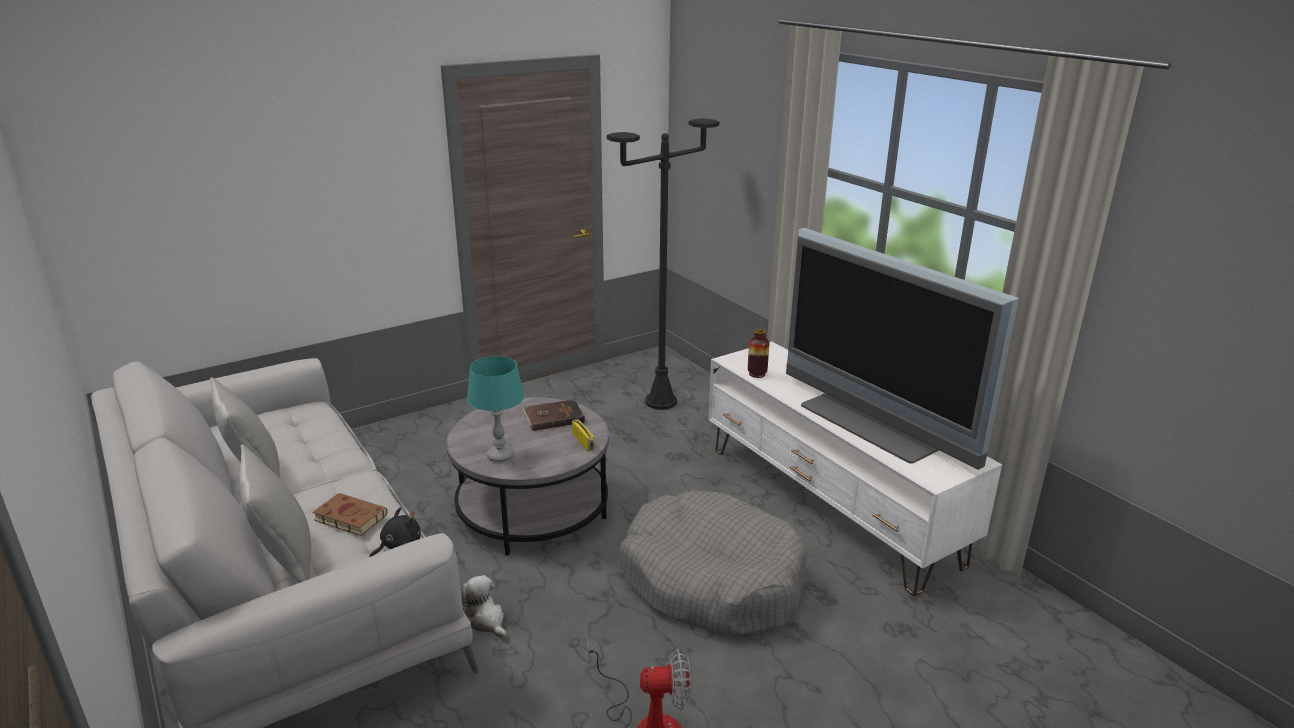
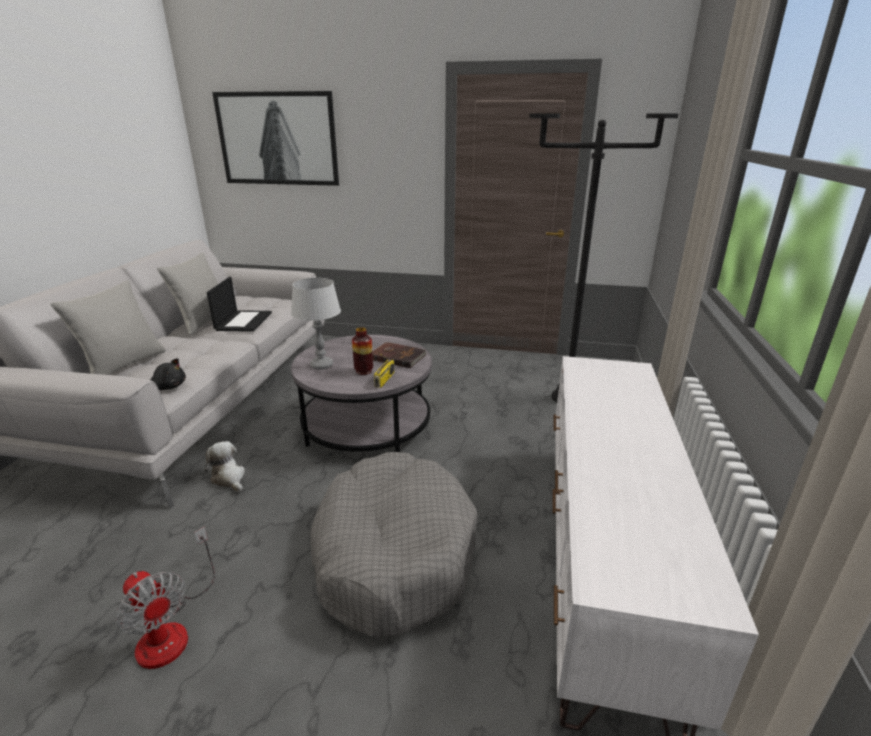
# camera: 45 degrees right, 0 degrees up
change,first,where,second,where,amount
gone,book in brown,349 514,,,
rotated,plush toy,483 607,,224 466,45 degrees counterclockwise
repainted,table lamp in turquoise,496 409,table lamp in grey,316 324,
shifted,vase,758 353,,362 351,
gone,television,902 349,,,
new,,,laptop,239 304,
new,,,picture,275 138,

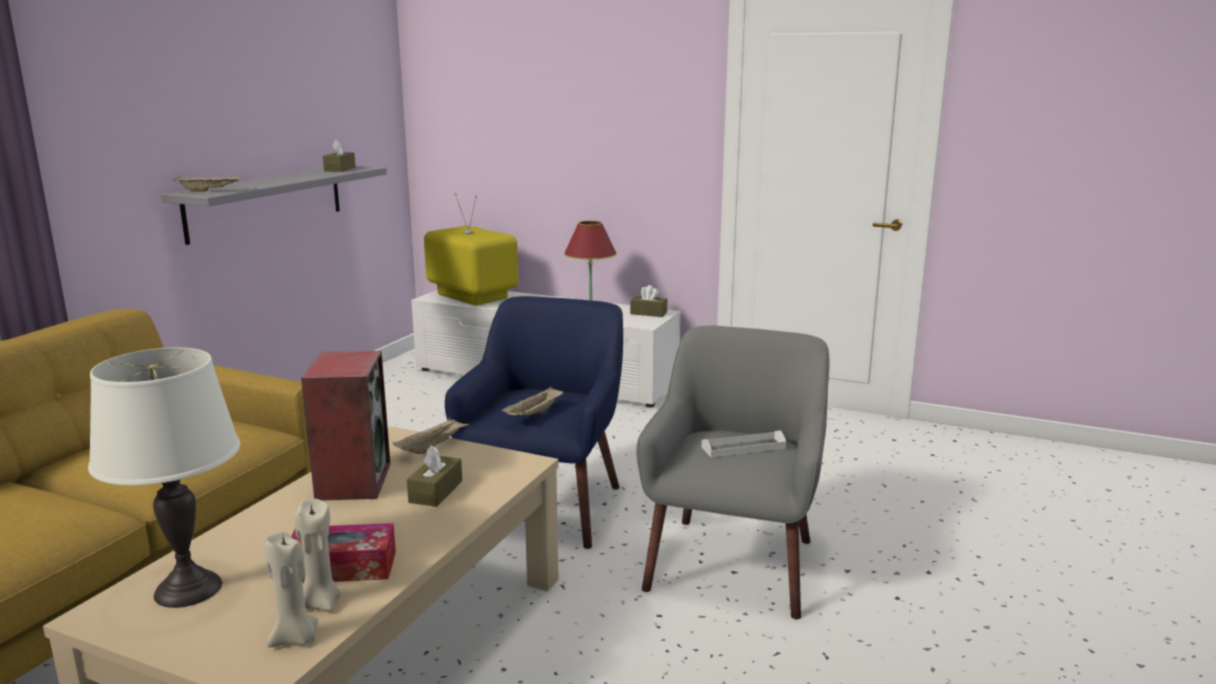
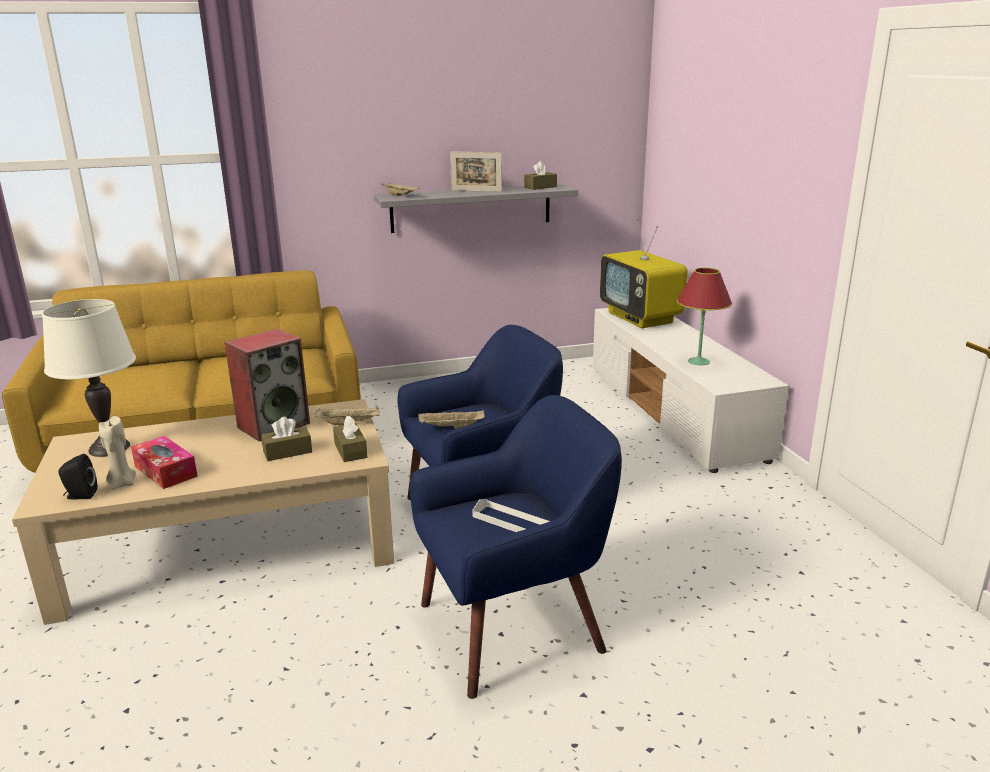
# camera: 50 degrees right, 5 degrees up
change,first,where,second,where,amount
swapped,candle in beige,291 589,speaker in black,77 476,
rotated,television,471 249,,644 274,150 degrees clockwise
shifted,tissue box in brown,648 301,,350 439,
repainted,armchair in grey,732 472,armchair in blue,516 547,
new,,,picture frame,476 171,

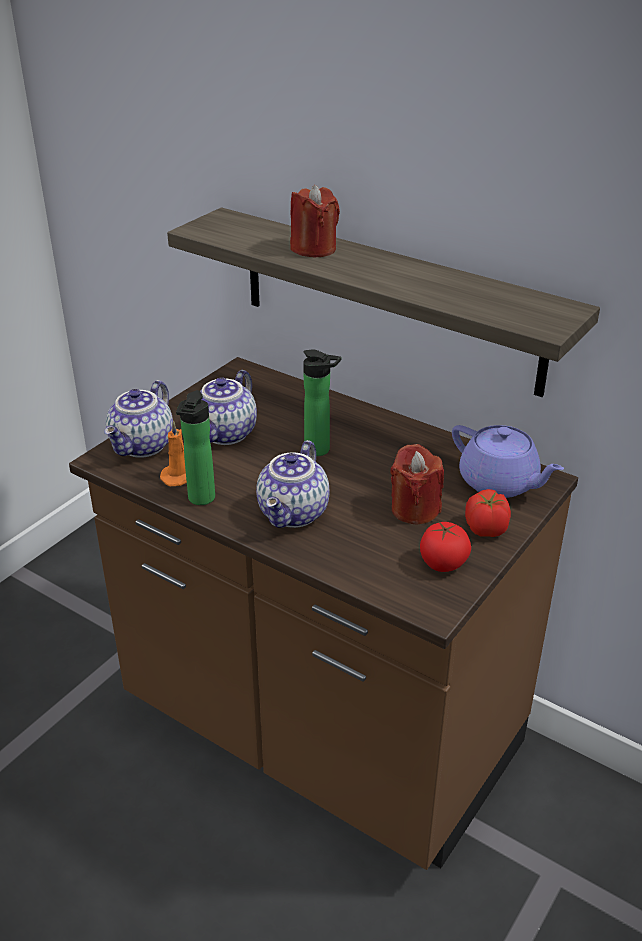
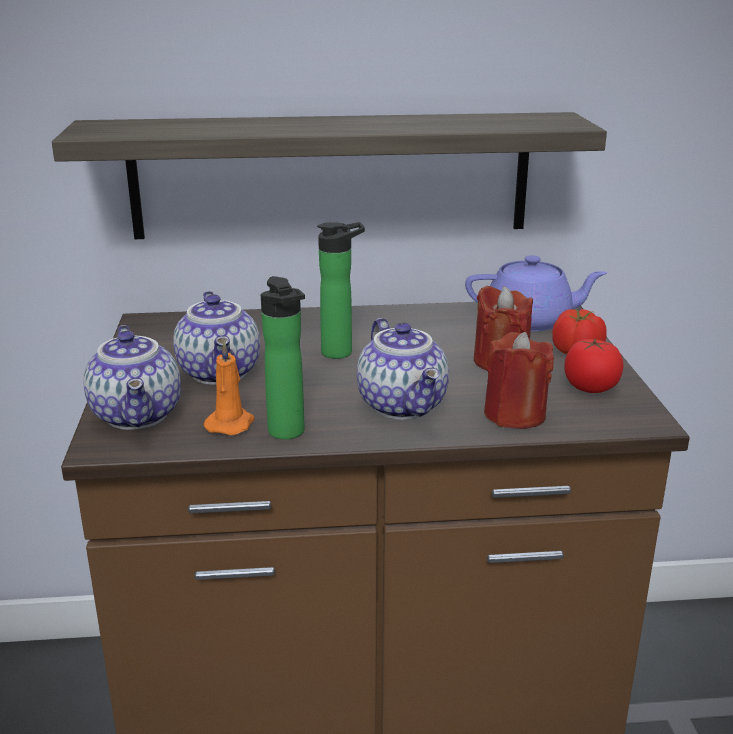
# camera: 40 degrees left, 10 degrees down
change,first,where,second,where,amount
shifted,candle in red,315 221,,519 380,

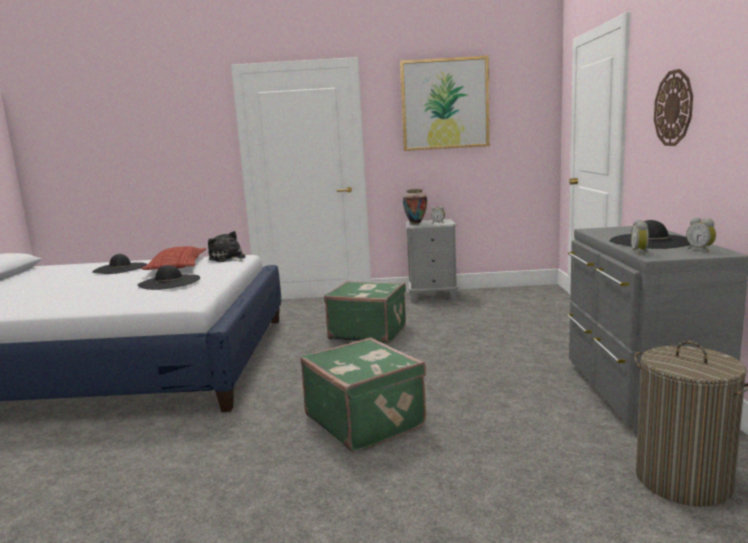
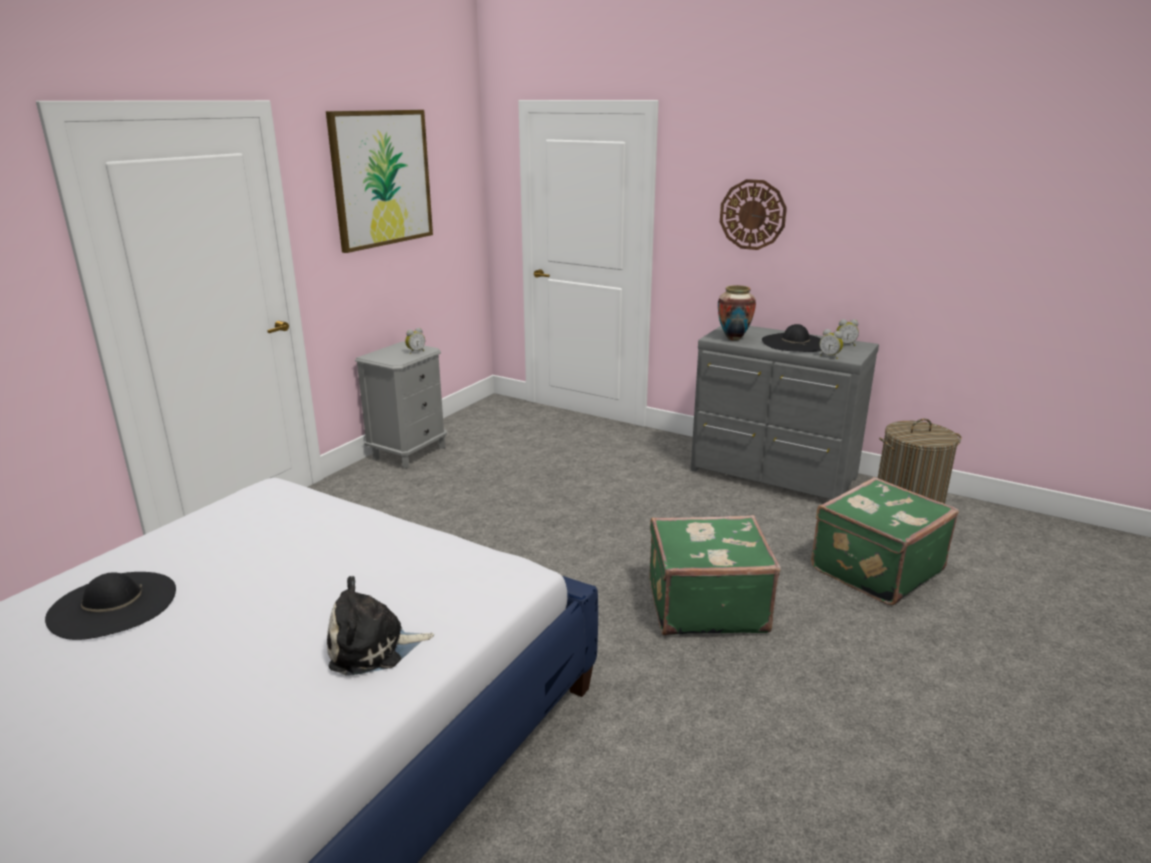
# camera: 60 degrees left, 10 degrees up
change,first,where,second,where,amount
gone,hat in black,168 277,,,
gone,pillow,174 258,,,
shifted,plush toy,226 246,,380 625,
shifted,suitcase in green,365 312,,885 541,
shifted,vase,415 206,,737 313,

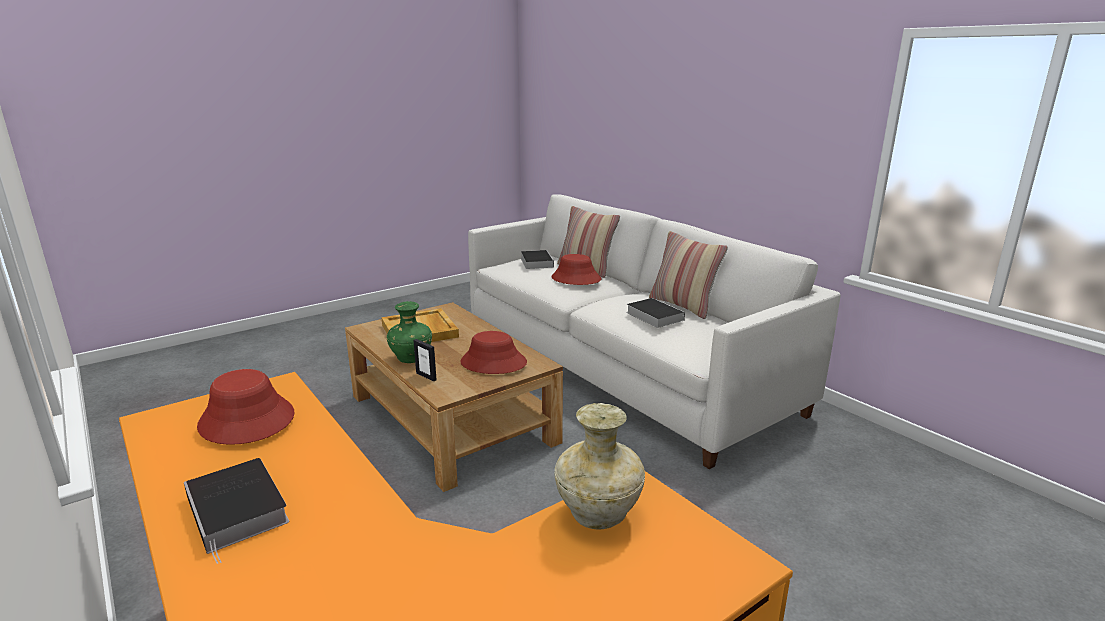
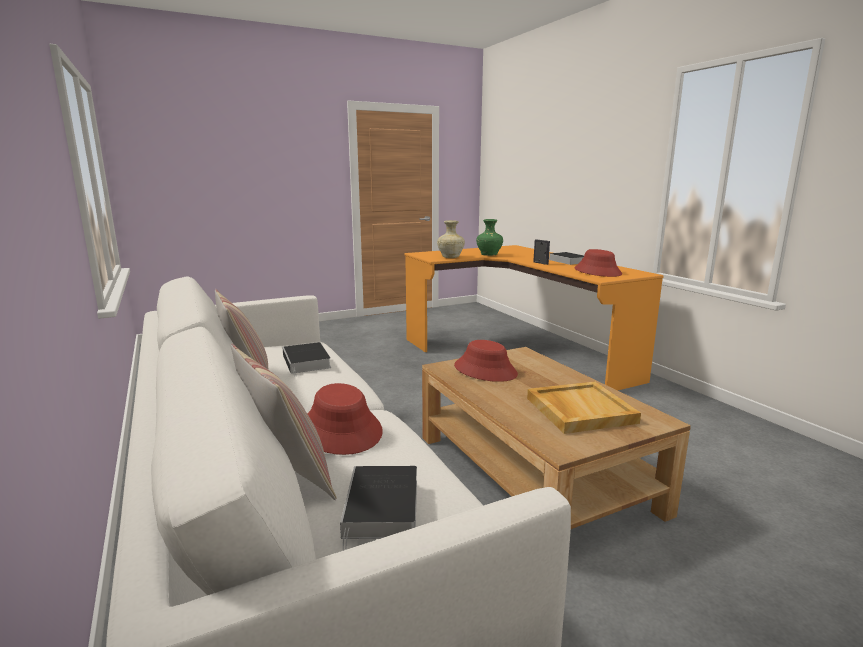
# camera: 170 degrees left, 5 degrees down
change,first,where,second,where,amount
shifted,vase in green,409 332,,489 237,
shifted,picture frame,425 360,,541 252,

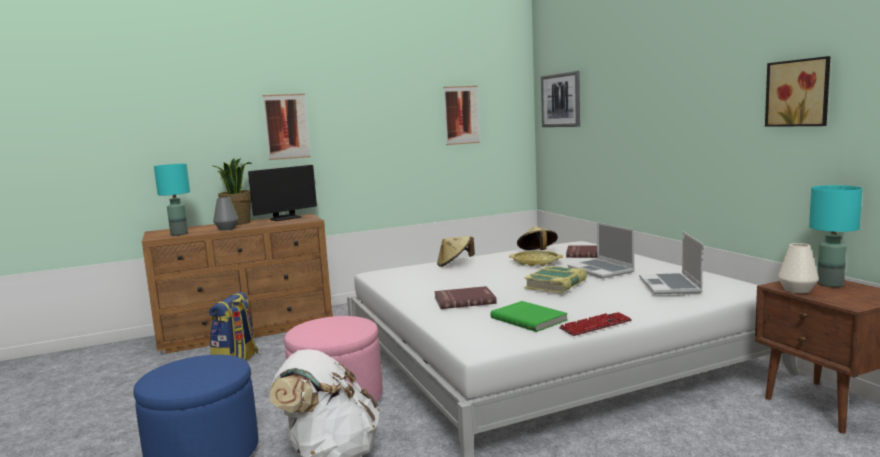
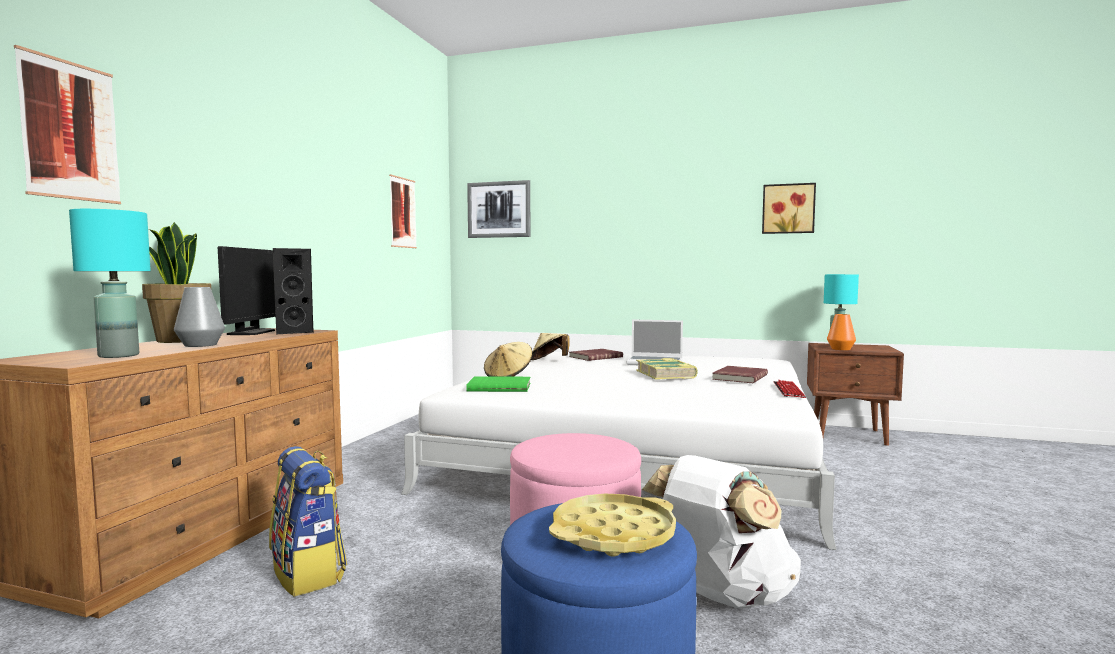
# camera: 50 degrees left, 5 degrees down
change,first,where,second,where,amount
shifted,picture,286 127,,67 124,
shifted,book in red,465 297,,740 374,
shifted,book in green,529 316,,498 384,
shifted,tray in yellow,536 258,,612 525,
gone,laptop,671 263,,,
repainted,vase in white,798 268,vase in orange,841 332,
new,,,speaker in black,293 291,

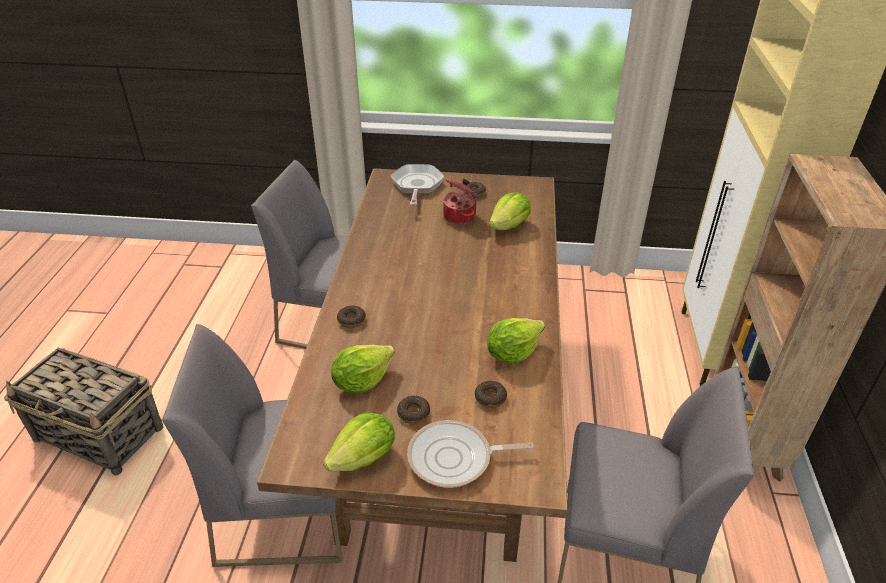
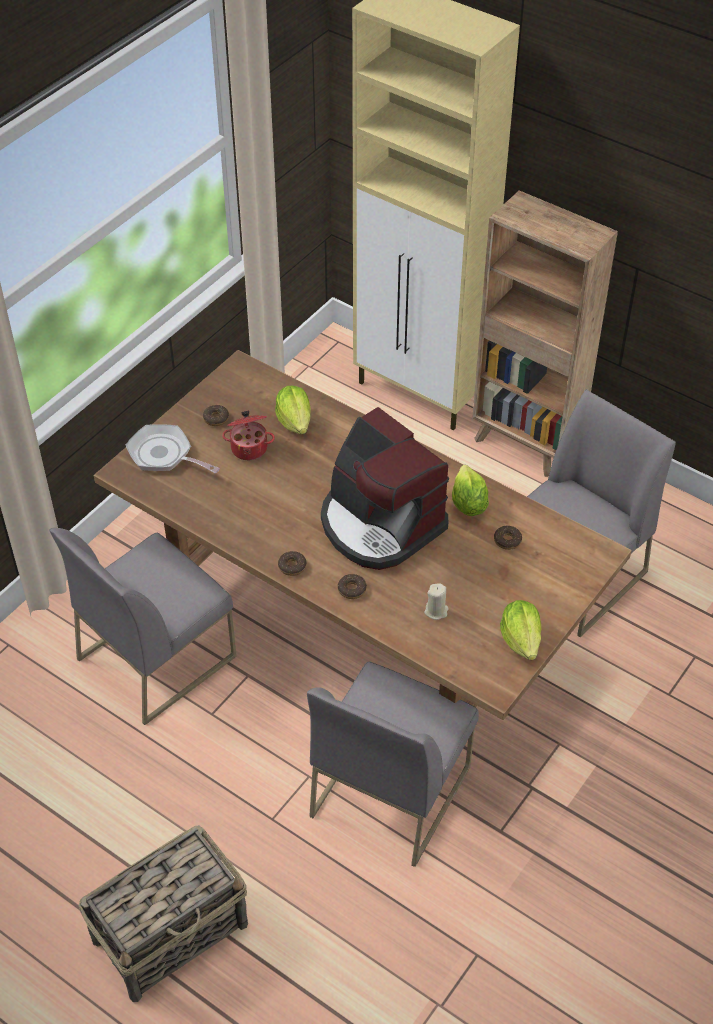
# camera: 60 degrees left, 10 degrees up
change,first,where,second,where,amount
swapped,lettuce,363 369,candle in beige,436 601,
shifted,donut,413 410,,292 563,
gone,frying pan,470 454,,,
new,,,coffee machine,385 488,

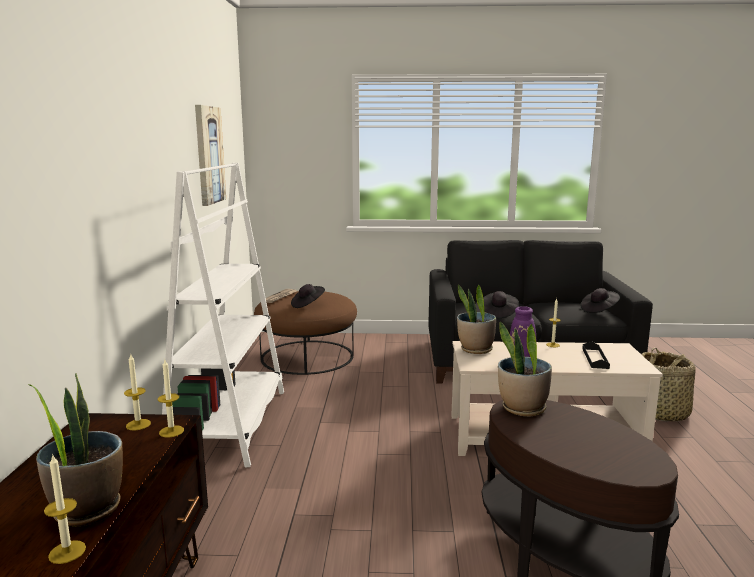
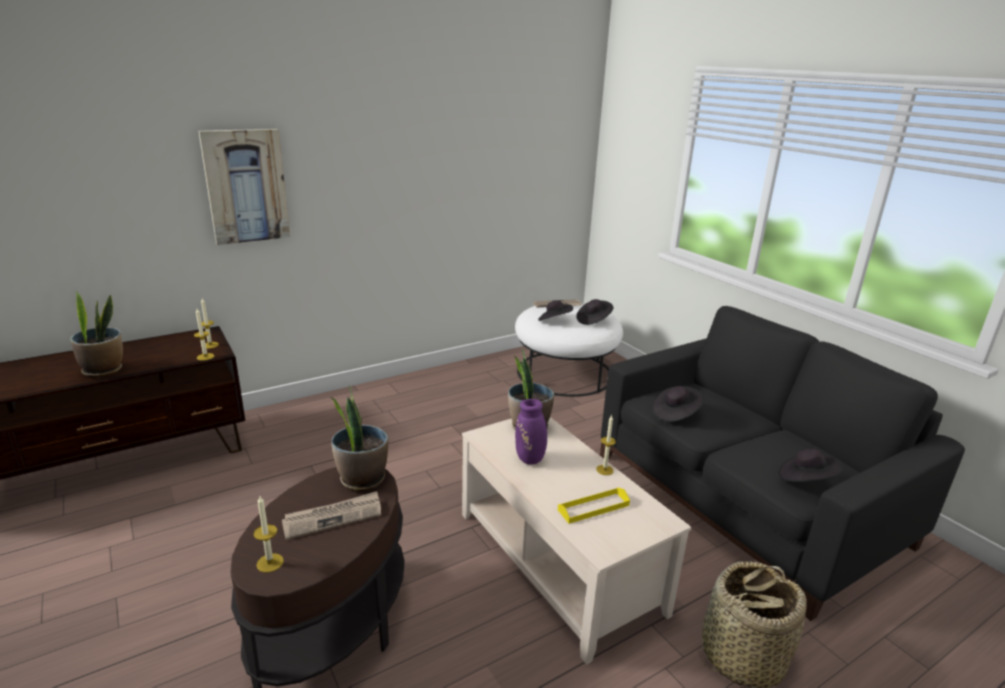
# camera: 55 degrees right, 10 degrees up
change,first,where,second,where,amount
shifted,candle,65 509,,268 534,
gone,bookcase in white,223 315,,,
shifted,picture,210 155,,244 187,
repainted,ottoman in brown,305 333,ottoman in white,569 350,
repainted,tray in black,596 355,tray in yellow,594 505,
new,,,newspaper,331 515,
new,,,hat in black,594 312,

